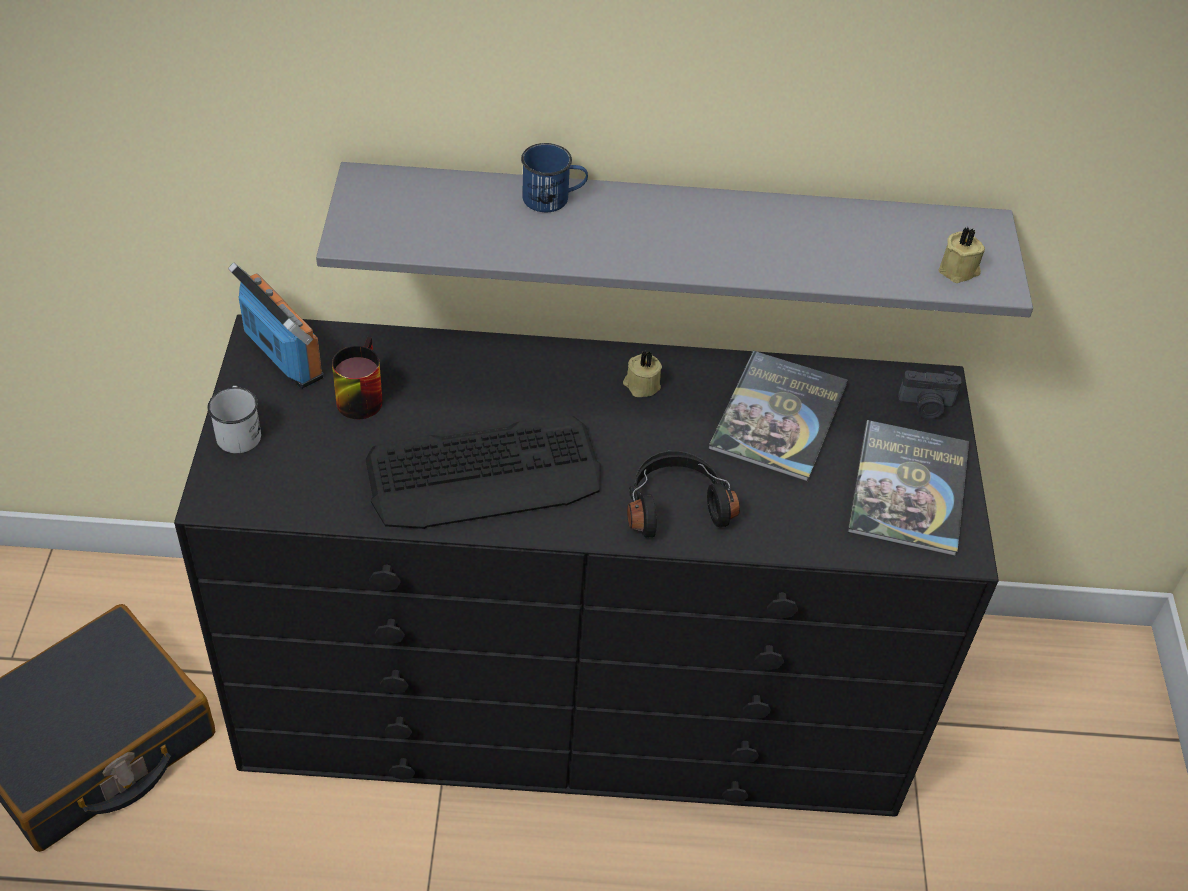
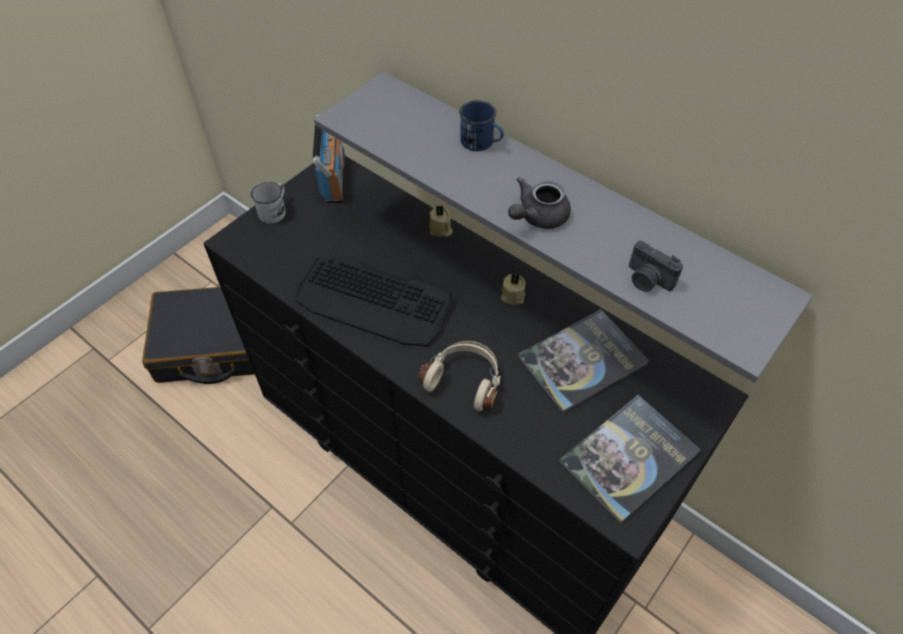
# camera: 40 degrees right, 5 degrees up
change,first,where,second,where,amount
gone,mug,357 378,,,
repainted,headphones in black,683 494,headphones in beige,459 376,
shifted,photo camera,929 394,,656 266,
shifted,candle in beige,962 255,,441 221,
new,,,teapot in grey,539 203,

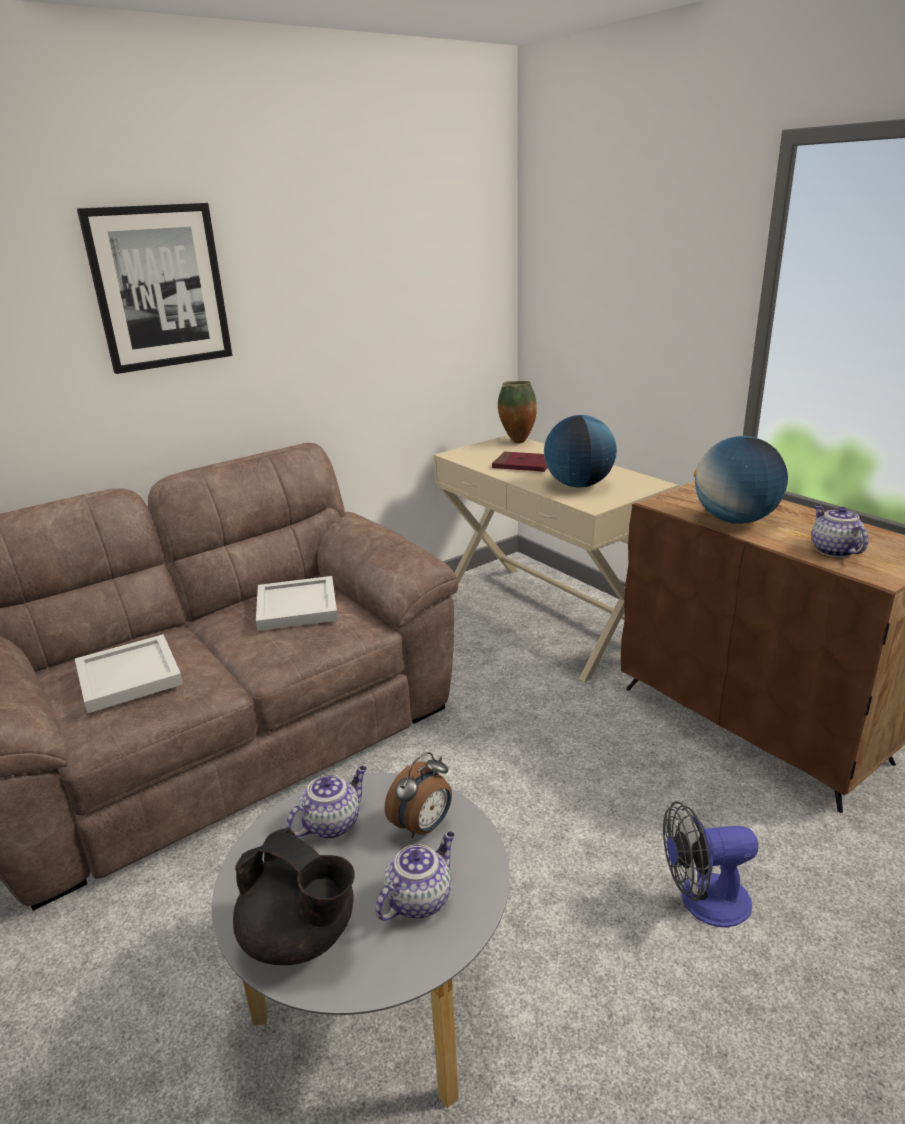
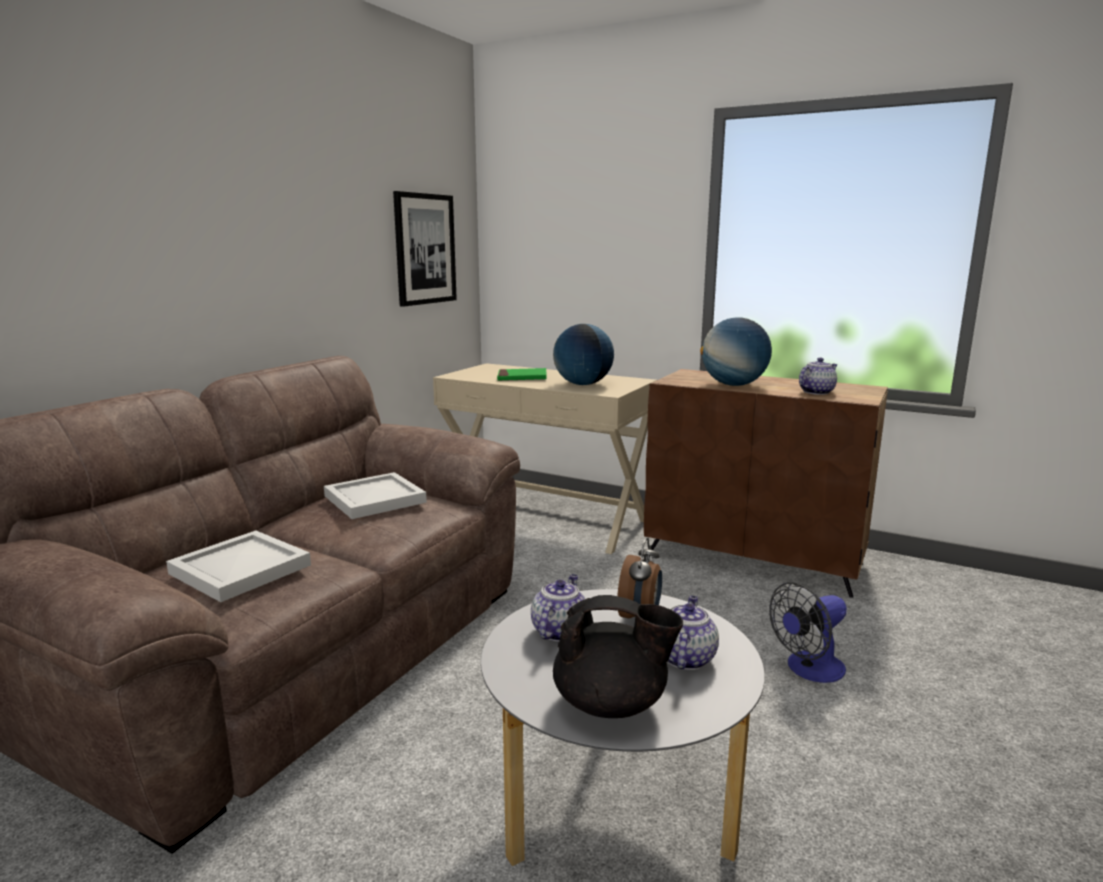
# camera: 25 degrees left, 10 degrees down
change,first,where,second,where,amount
shifted,picture,155 288,,425 249,
repainted,book in red,520 461,book in green,521 374,
gone,vase,517 412,,,
rotated,teapot,840 531,,818 376,90 degrees clockwise

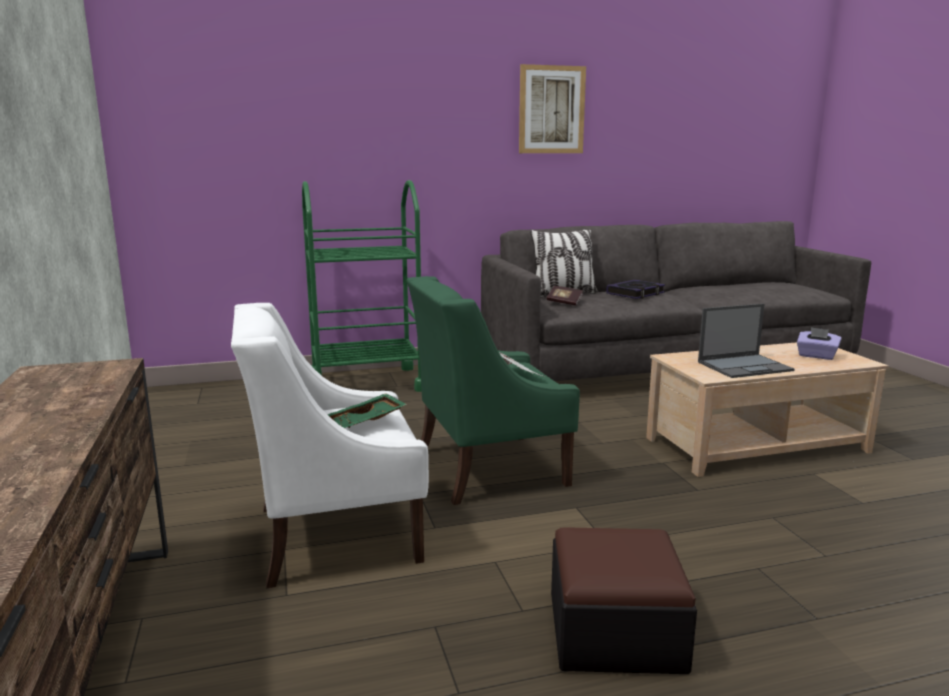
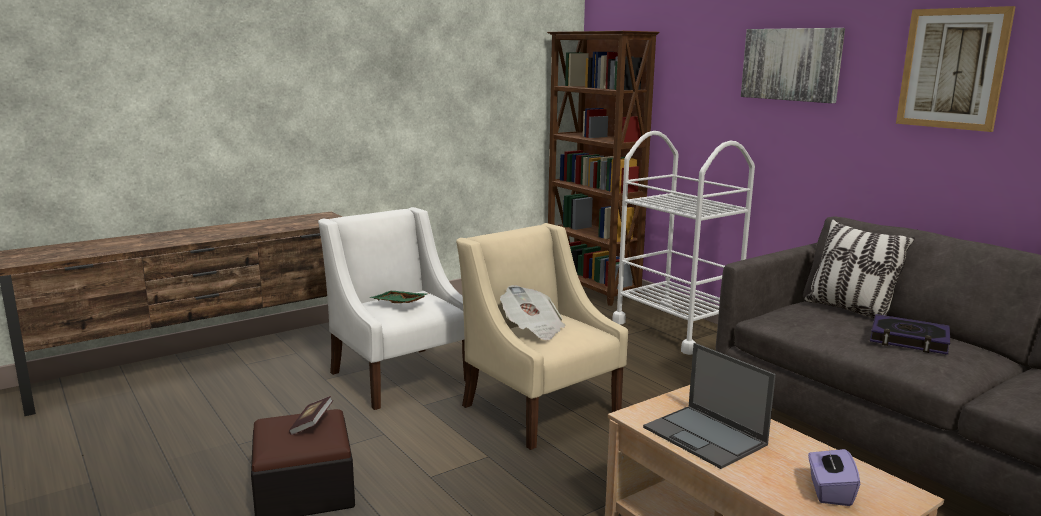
# camera: 70 degrees right, 0 degrees up
change,first,where,second,where,amount
repainted,cart in green,362 286,cart in white,683 243,
repainted,armchair in green,493 390,armchair in beige,542 336,
shifted,book,565 296,,311 415,
new,,,bookcase in brown,603 168,
new,,,picture,793 65,

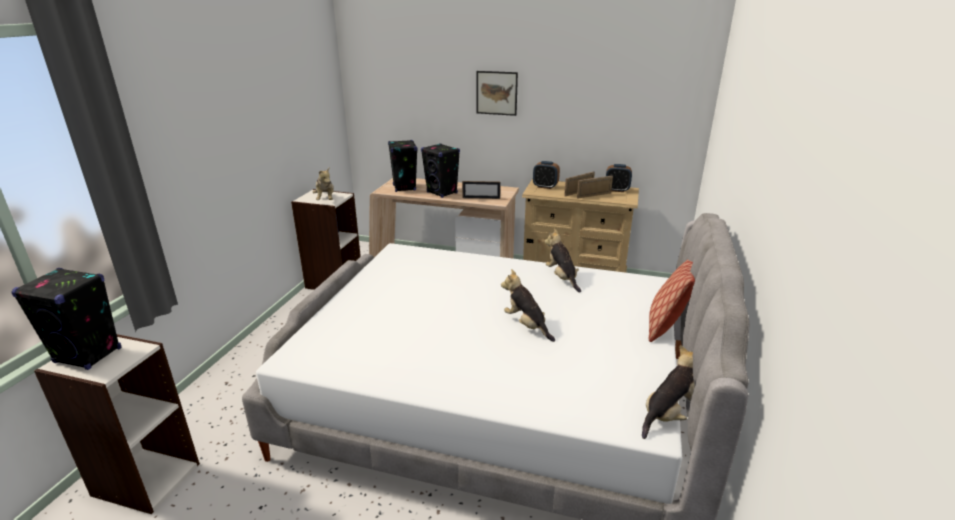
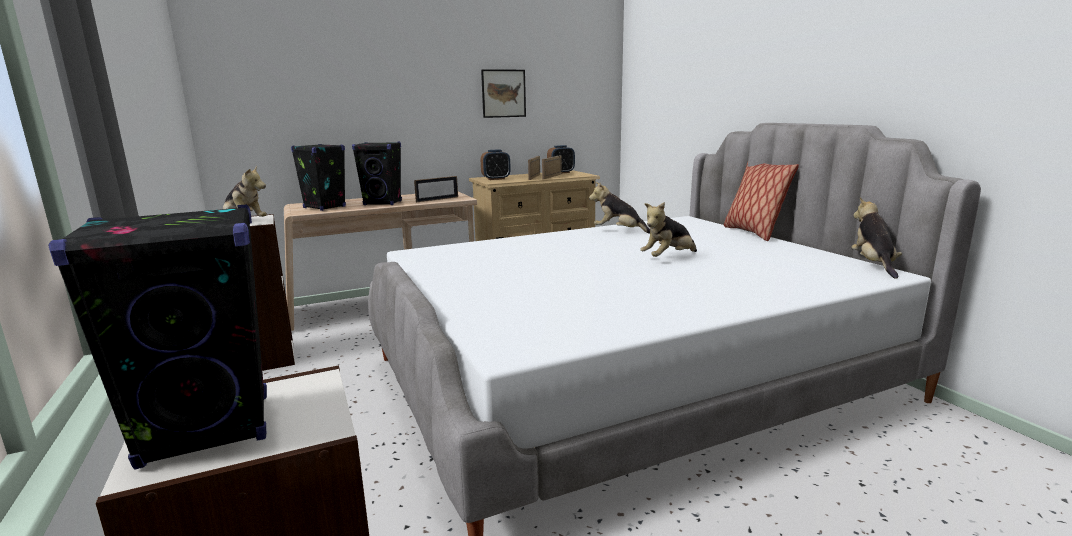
# camera: 40 degrees left, 10 degrees down
change,first,where,second,where,amount
shifted,picture,497 93,,503 93,
rotated,plush toy,528 305,,668 229,45 degrees counterclockwise

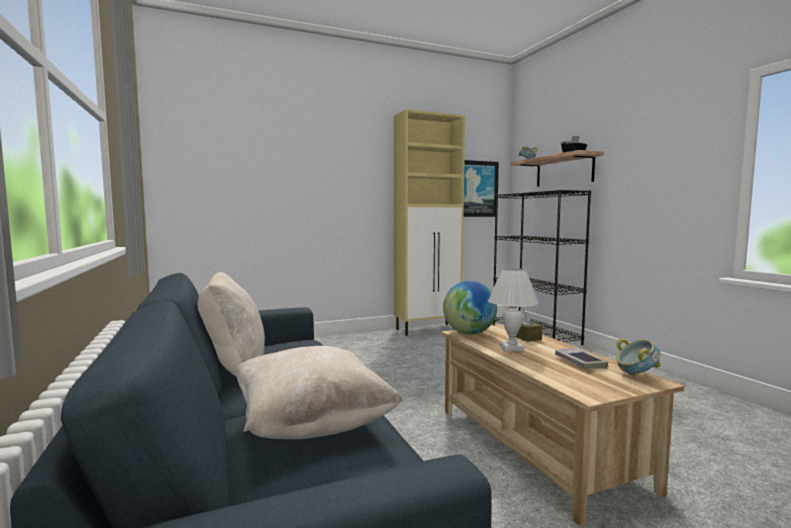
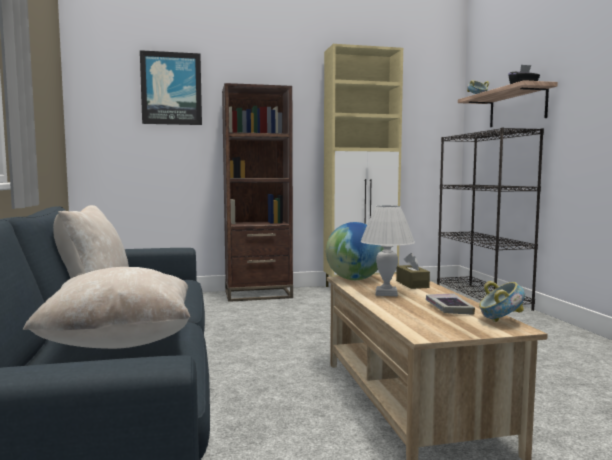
# camera: 10 degrees right, 0 degrees up
change,first,where,second,where,amount
shifted,picture,481 188,,171 87,
new,,,bookcase in brown,257 192,

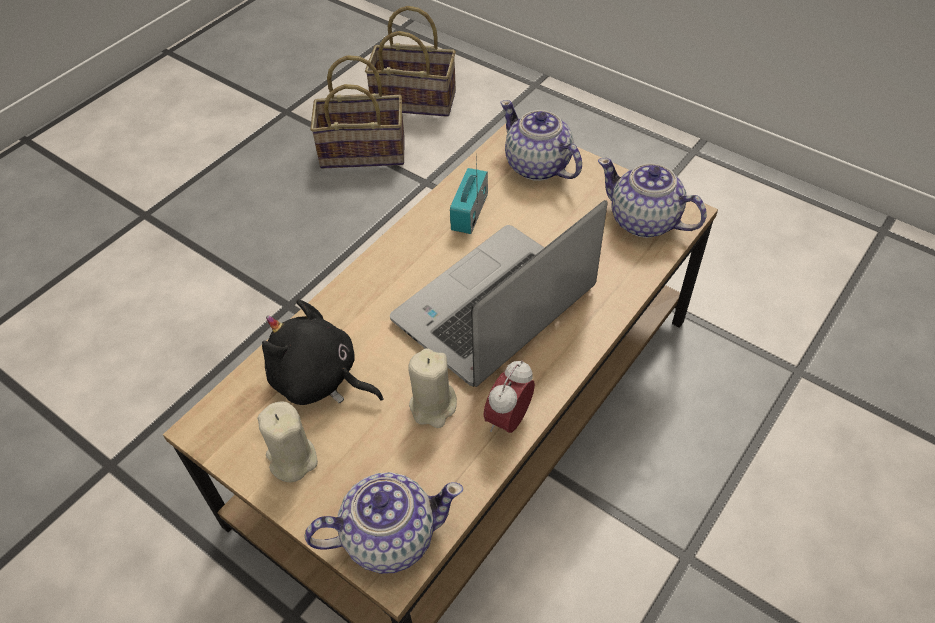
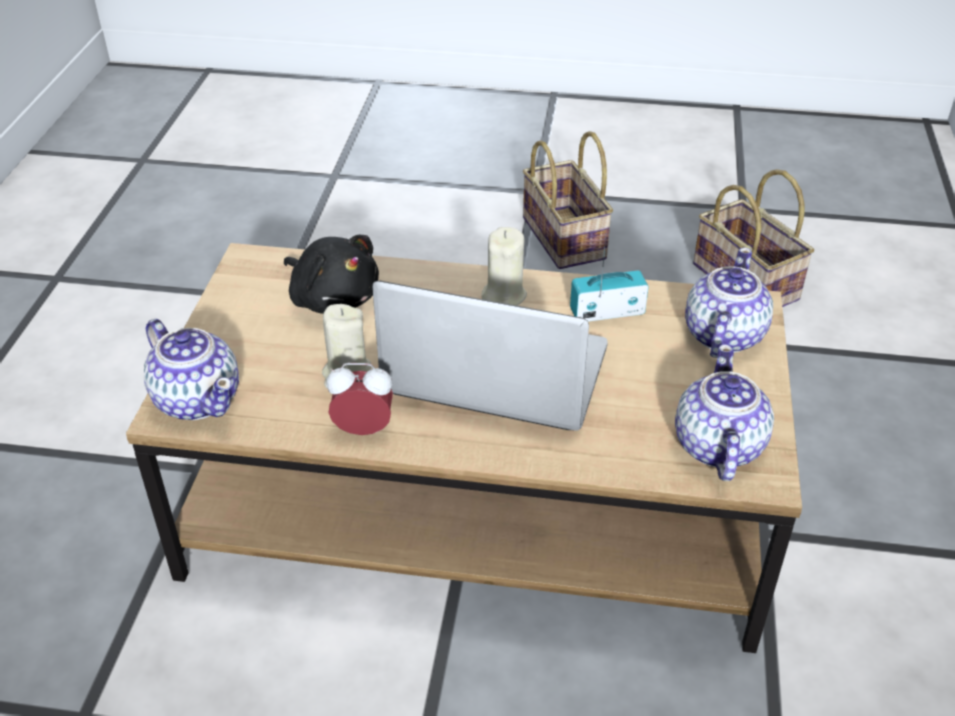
# camera: 60 degrees right, 10 degrees down
change,first,where,second,where,amount
shifted,candle in beige,287 441,,504 266,
rotated,plush toy in black,322 352,,331 274,135 degrees clockwise
shifted,basket,410 61,,568 200,

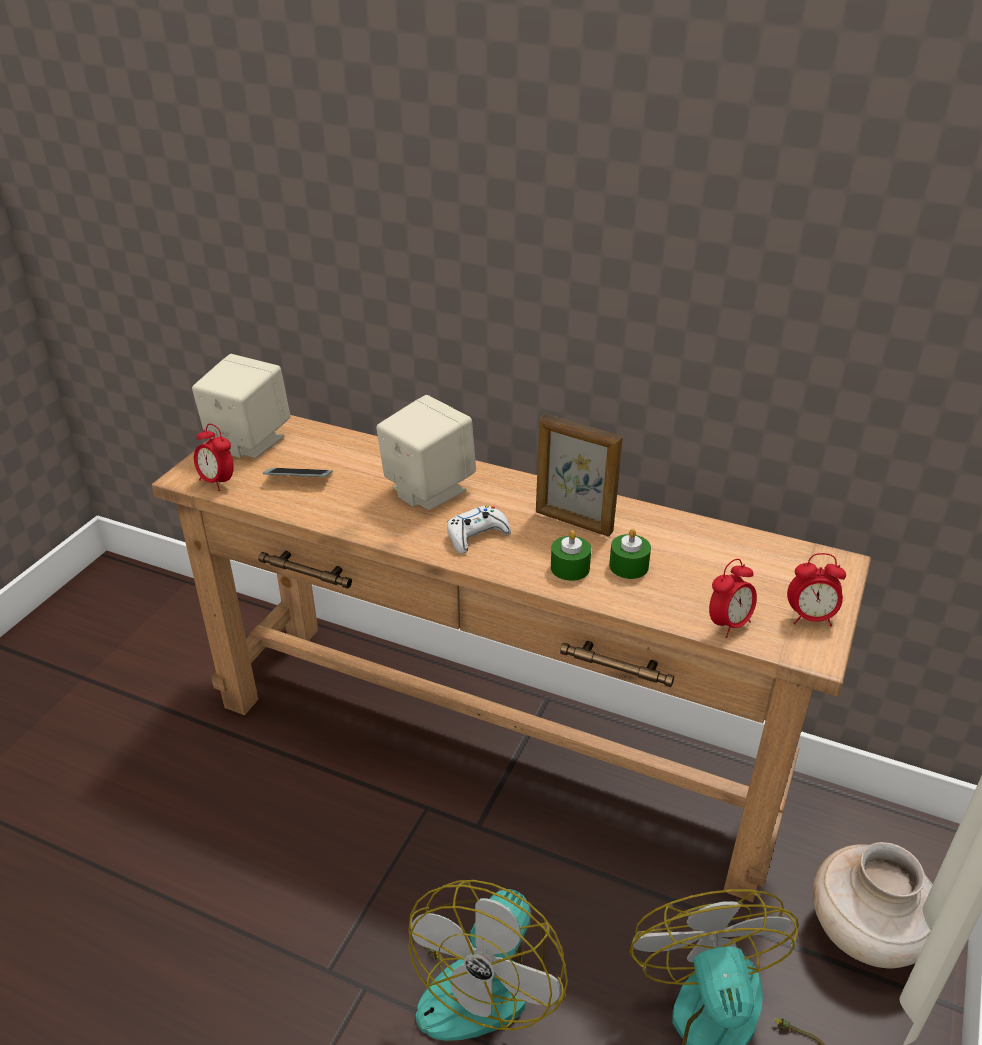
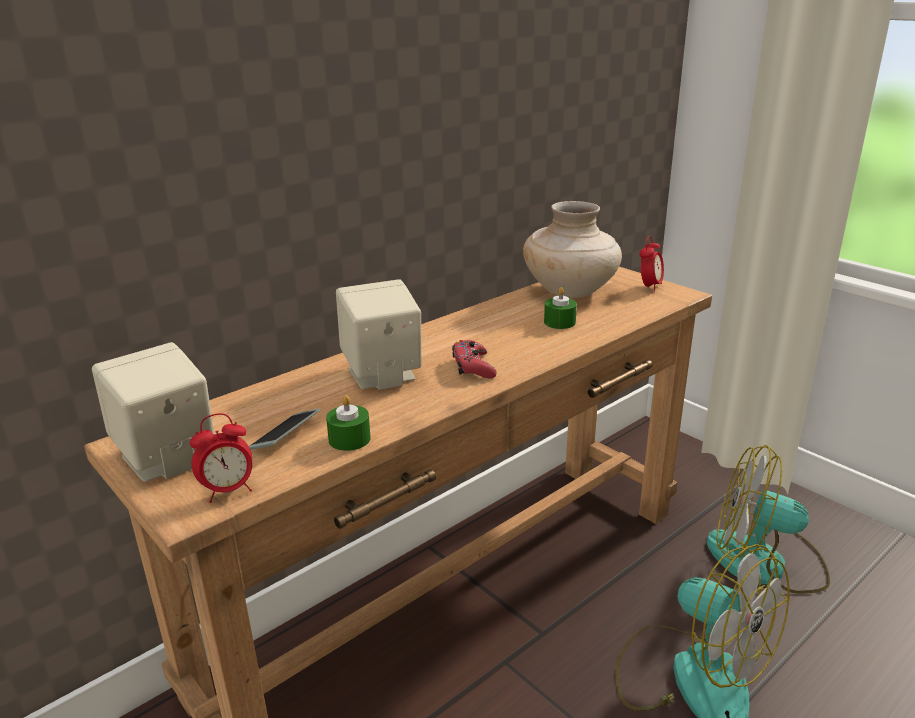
# camera: 65 degrees left, 10 degrees down
change,first,where,second,where,amount
repainted,game controller in white,479 529,game controller in red,474 359,
gone,picture frame,579 475,,,
shifted,candle in green,571 555,,348 423,
gone,alarm clock,733 598,,,
shifted,vase in beige,873 905,,572 249,

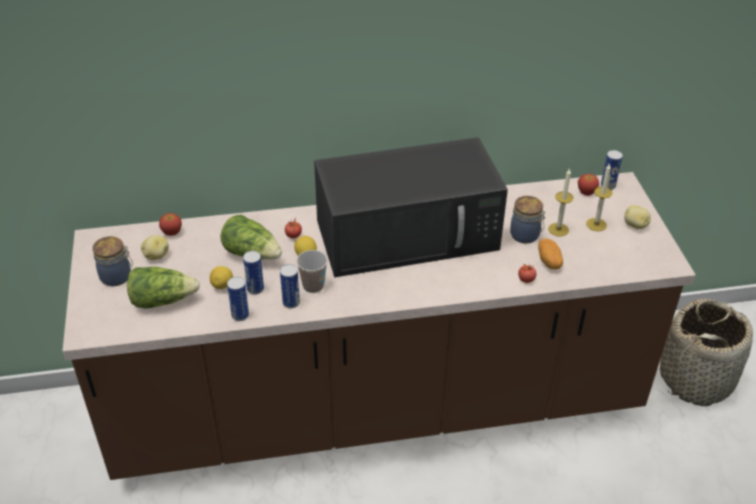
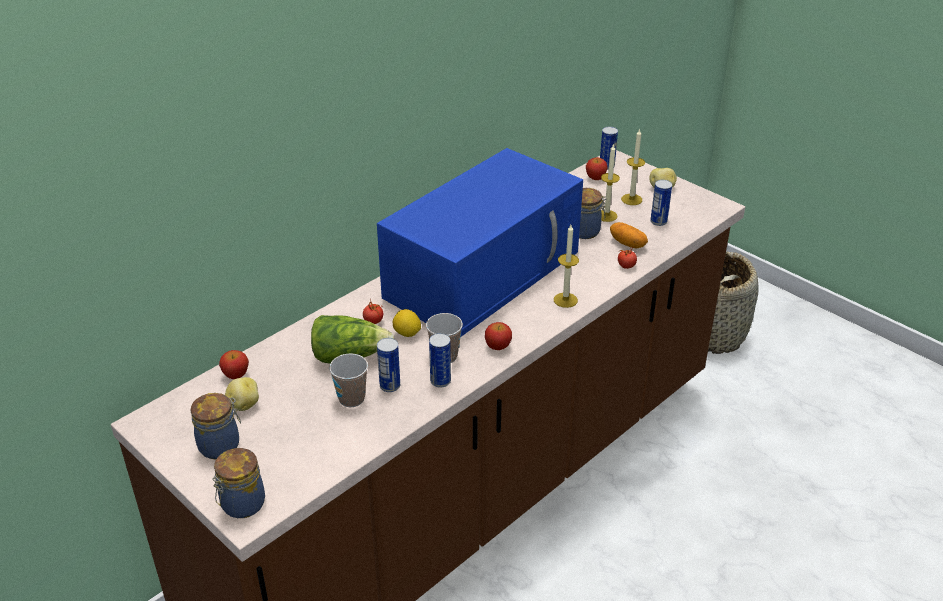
# camera: 35 degrees left, 5 degrees down
change,first,where,second,where,amount
gone,lettuce,163 288,,,
swapped,lemon,221 277,cup,348 380,
shifted,can,238 299,,661 203,
repainted,microwave in black,411 207,microwave in blue,480 242,
new,,,jar,238 483,
new,,,apple,498 336,
new,,,candle,566 266,

